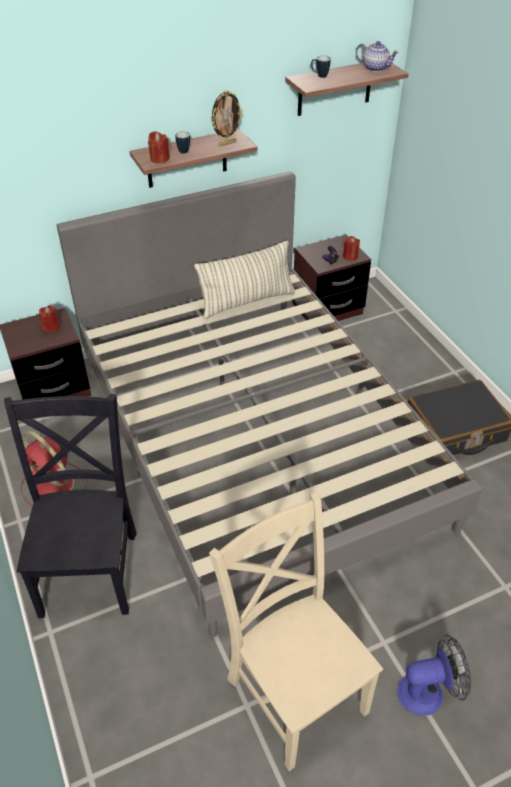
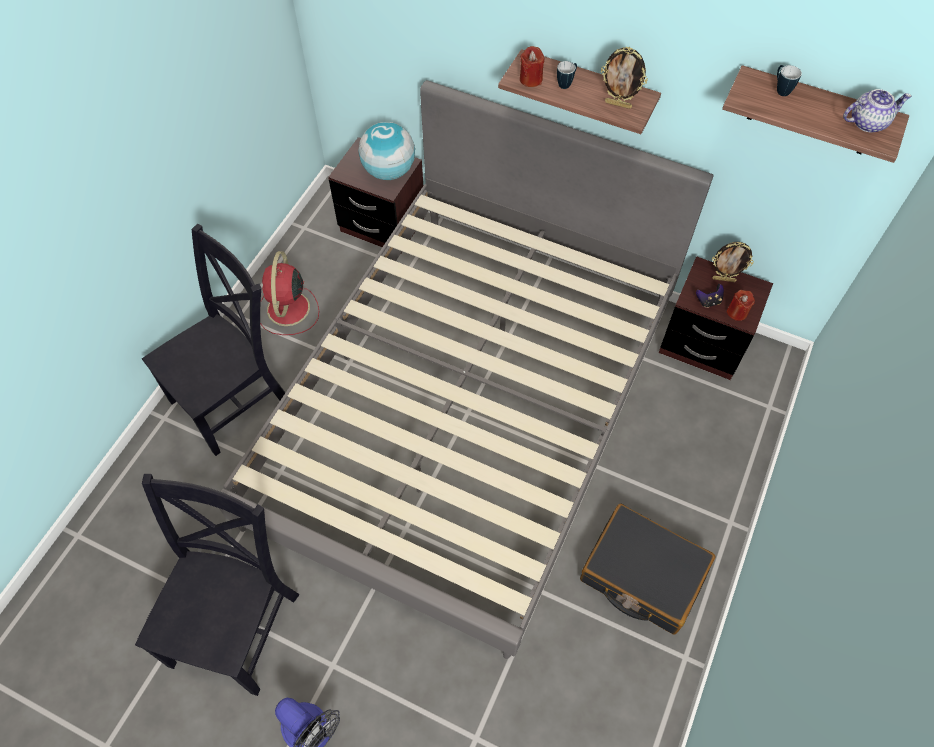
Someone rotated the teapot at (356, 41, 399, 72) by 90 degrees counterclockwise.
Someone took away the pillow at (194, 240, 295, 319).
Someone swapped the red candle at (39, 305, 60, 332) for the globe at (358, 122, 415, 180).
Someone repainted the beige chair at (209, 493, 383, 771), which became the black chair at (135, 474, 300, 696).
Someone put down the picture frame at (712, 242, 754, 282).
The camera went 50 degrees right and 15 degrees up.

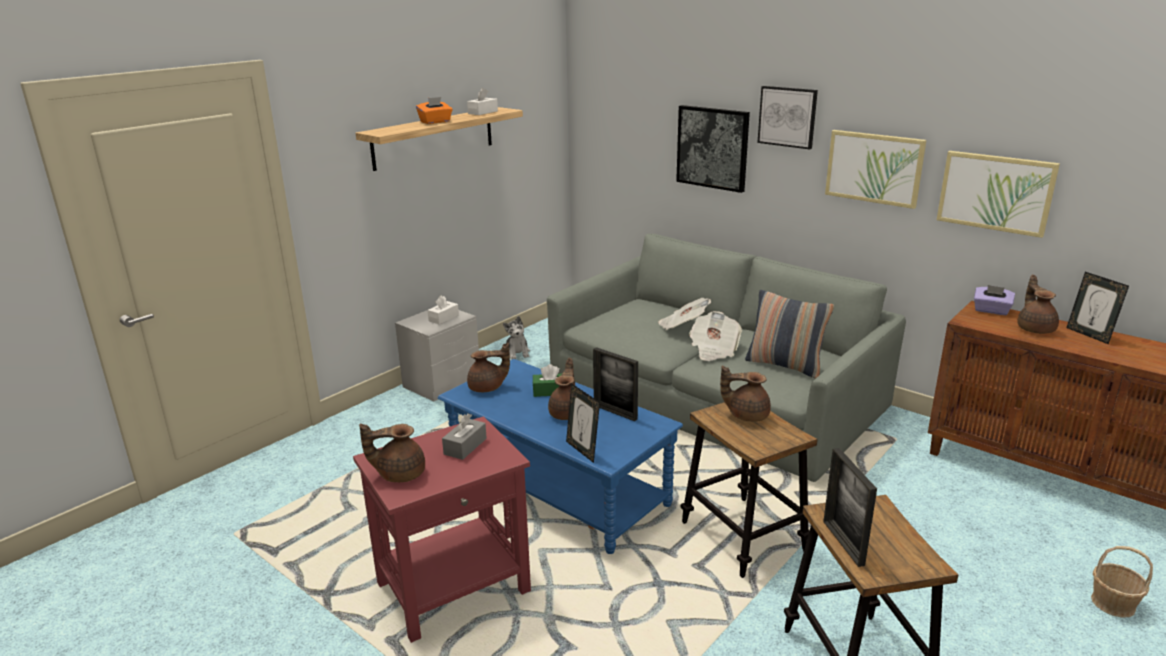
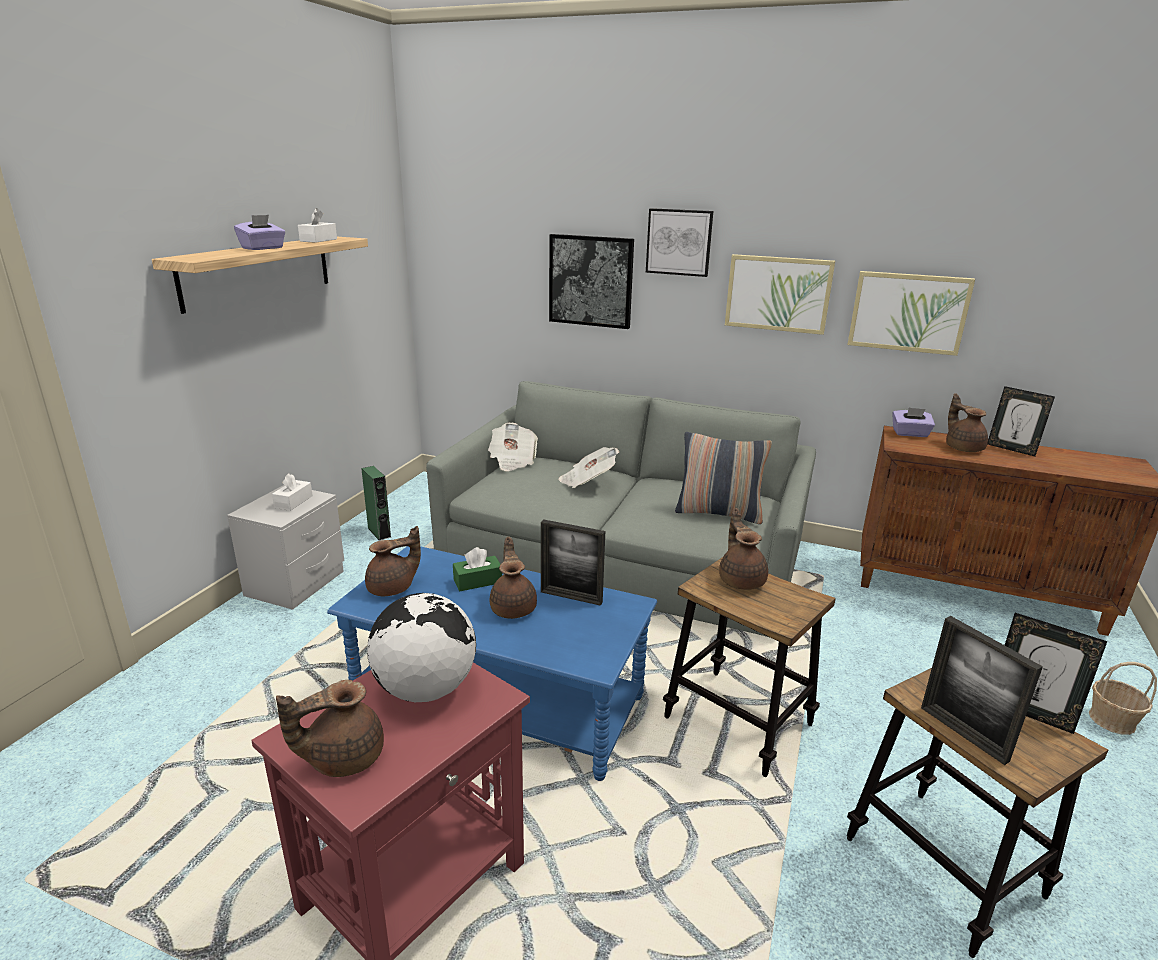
Someone repainted the orange tissue box at (416, 97, 452, 124), which became the purple tissue box at (234, 215, 285, 250).
Someone carried the newspaper from (689, 311, 742, 361) to (488, 423, 538, 471).
Someone swapped the plush toy at (503, 316, 530, 360) for the green speaker at (361, 466, 391, 541).
Someone rotated the brown teapot at (720, 365, 771, 422) by 90 degrees clockwise.
Someone carried the picture frame from (566, 383, 600, 463) to (1005, 613, 1107, 734).
Someone swapped the grey tissue box at (442, 413, 487, 460) for the globe at (367, 593, 476, 702).
The camera went 20 degrees left and 0 degrees up.

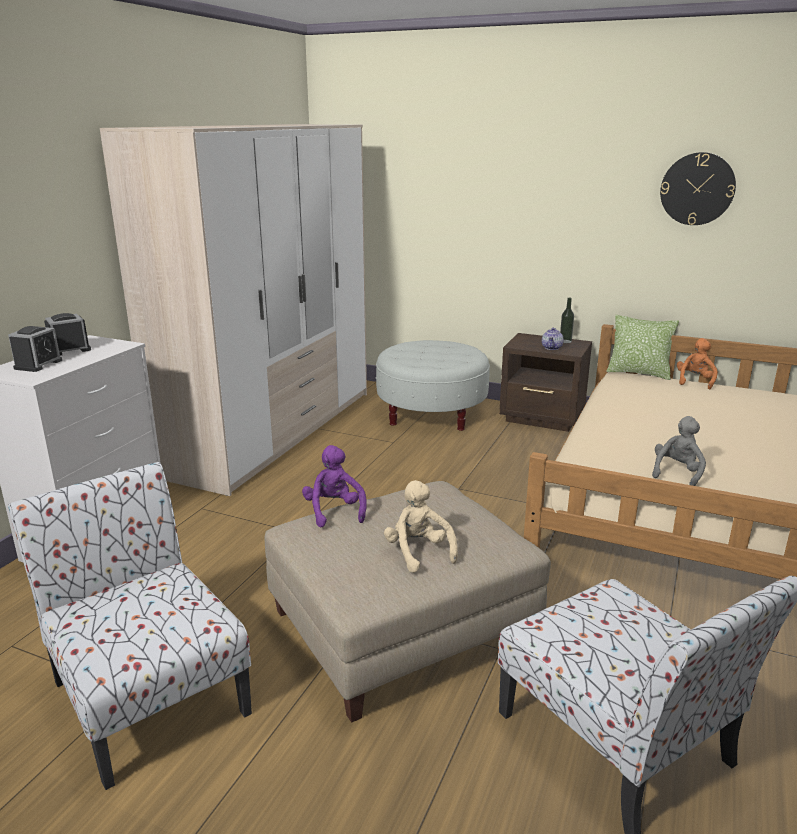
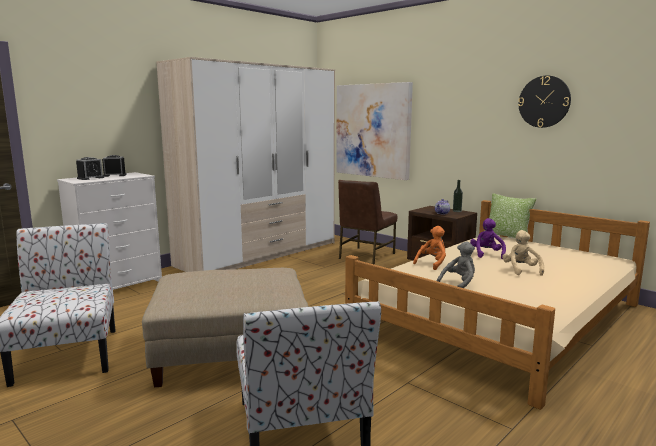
Someone carried the orange plush toy from (677, 338, 718, 390) to (413, 226, 446, 270).
Someone swapped the white ottoman at (376, 340, 490, 431) for the brown chair at (338, 180, 397, 264).
Someone carried the purple plush toy from (302, 445, 367, 527) to (470, 218, 506, 259).
Someone carried the beige plush toy from (384, 480, 458, 573) to (502, 230, 544, 276).
Someone put up the picture at (336, 82, 413, 180).
The camera went 20 degrees right and 10 degrees down.

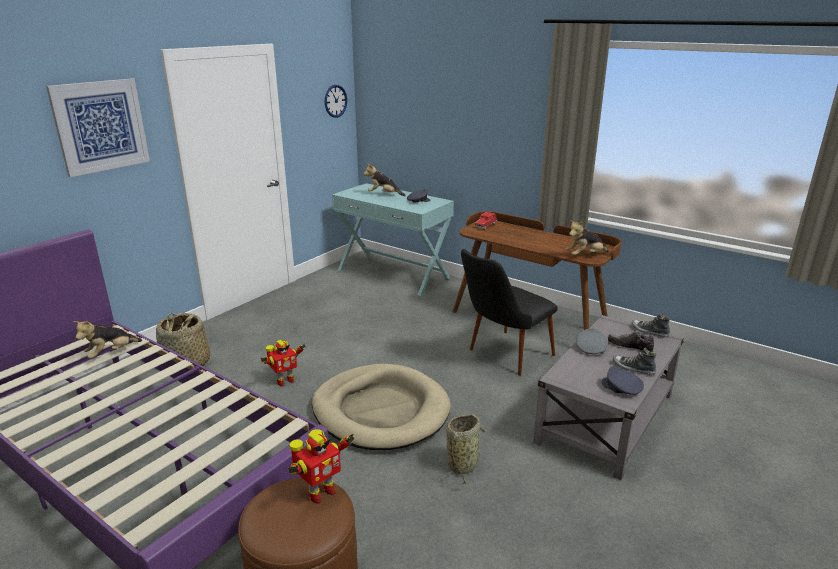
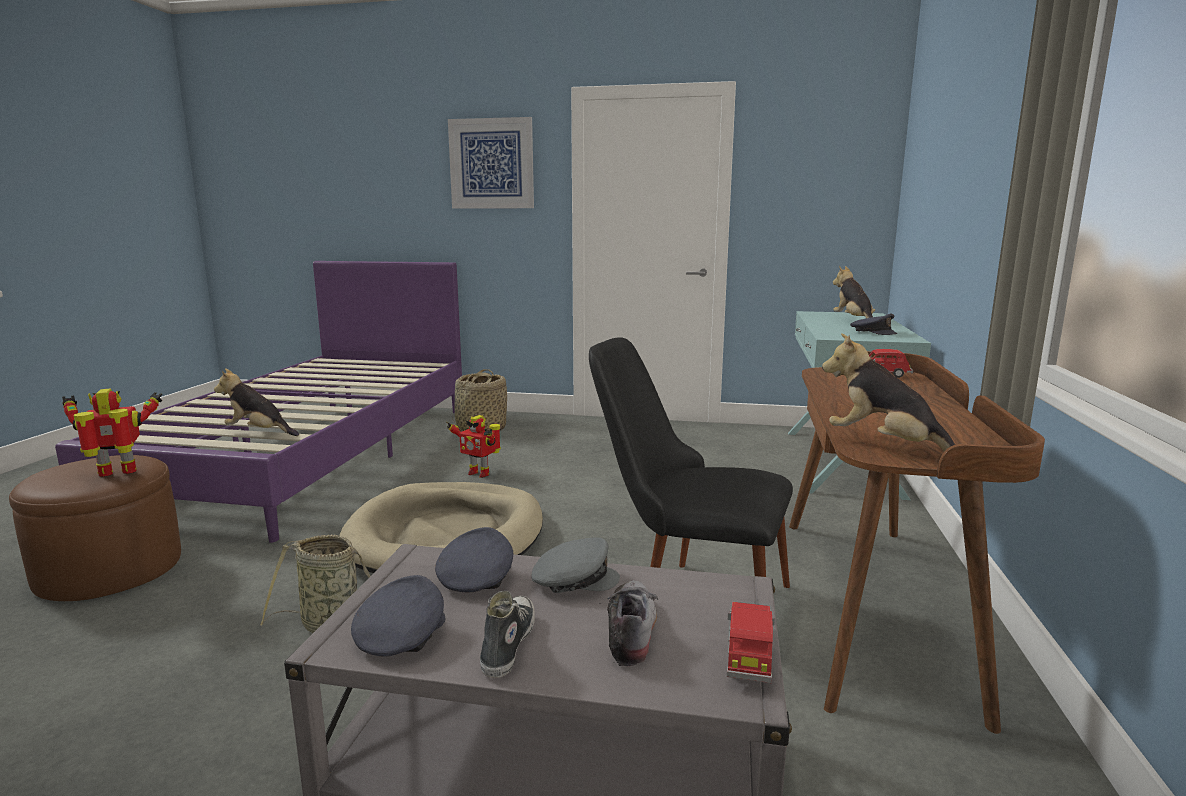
Someone took away the wall clock at (325, 85, 347, 118).
Someone swapped the shoe at (631, 313, 670, 338) for the red toy car at (727, 602, 775, 683).
Someone carried the plush toy from (73, 321, 142, 359) to (214, 368, 299, 436).
Someone rotated the toy robot at (288, 429, 355, 504) by 135 degrees clockwise.
Someone put down the grey cap at (435, 527, 513, 592).
The camera went 65 degrees right and 10 degrees down.

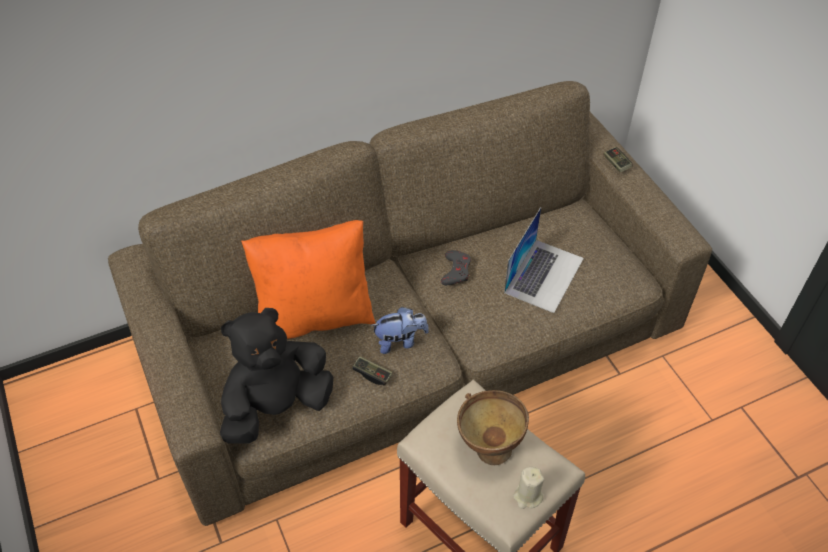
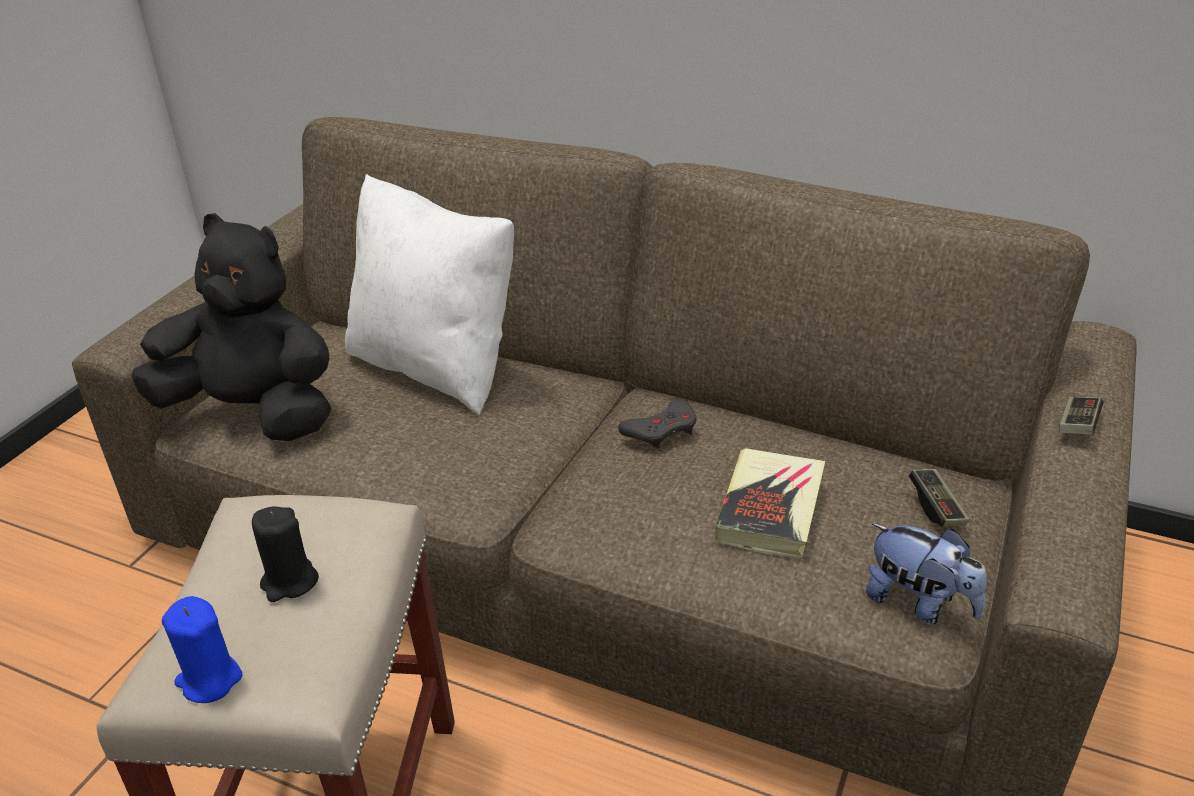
Someone swapped the laptop at (504, 207, 584, 313) for the book at (715, 448, 825, 558).
Someone repainted the orange pillow at (241, 220, 376, 339), which became the white pillow at (345, 174, 514, 415).
Someone carried the plush toy from (370, 307, 429, 354) to (866, 524, 987, 624).
Someone carried the game controller from (352, 356, 392, 385) to (909, 469, 970, 527).
Someone swapped the brown bowl at (457, 390, 529, 465) for the black candle at (252, 507, 319, 602).
Someone repainted the beige candle at (513, 467, 544, 509), which became the blue candle at (162, 596, 242, 703).
The camera went 50 degrees right and 15 degrees down.

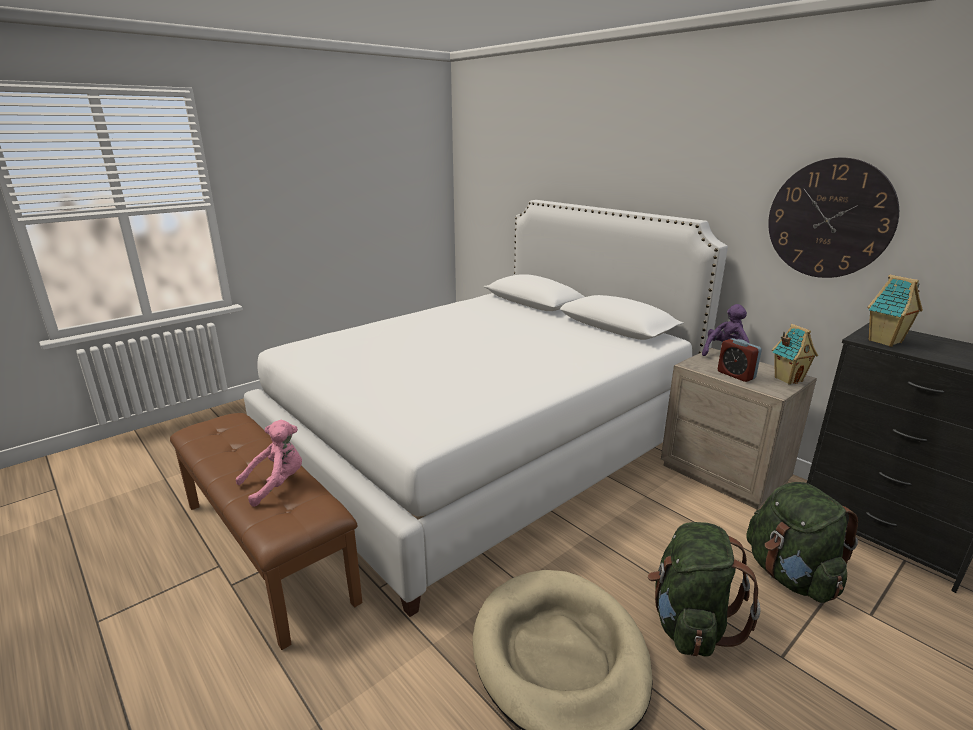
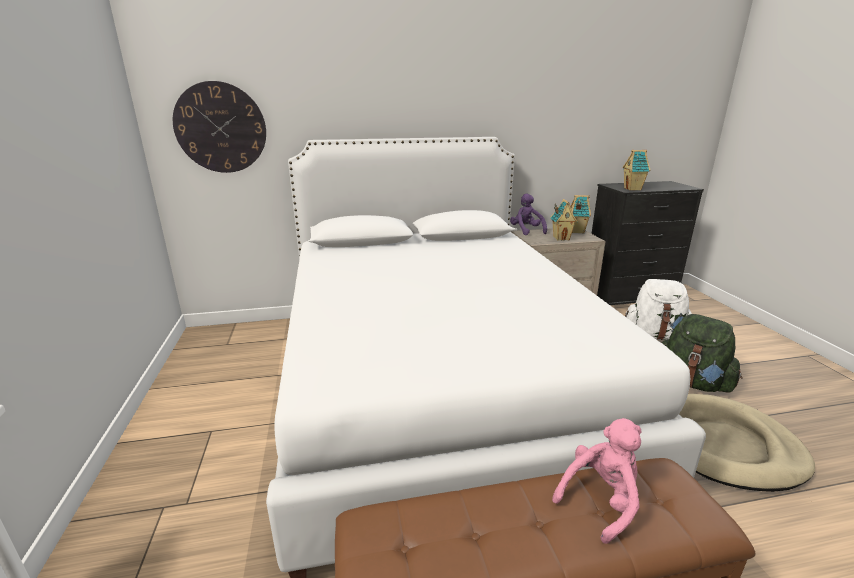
Someone carried the wall clock from (768, 157, 899, 278) to (173, 81, 266, 173).
Someone swapped the alarm clock at (718, 338, 762, 382) for the toy house at (550, 199, 577, 241).
Someone rotated the pink plush toy at (236, 420, 302, 507) by 60 degrees clockwise.
Someone repainted the green backpack at (746, 482, 858, 603), which became the white backpack at (625, 279, 692, 340).
The camera went 60 degrees left and 0 degrees up.

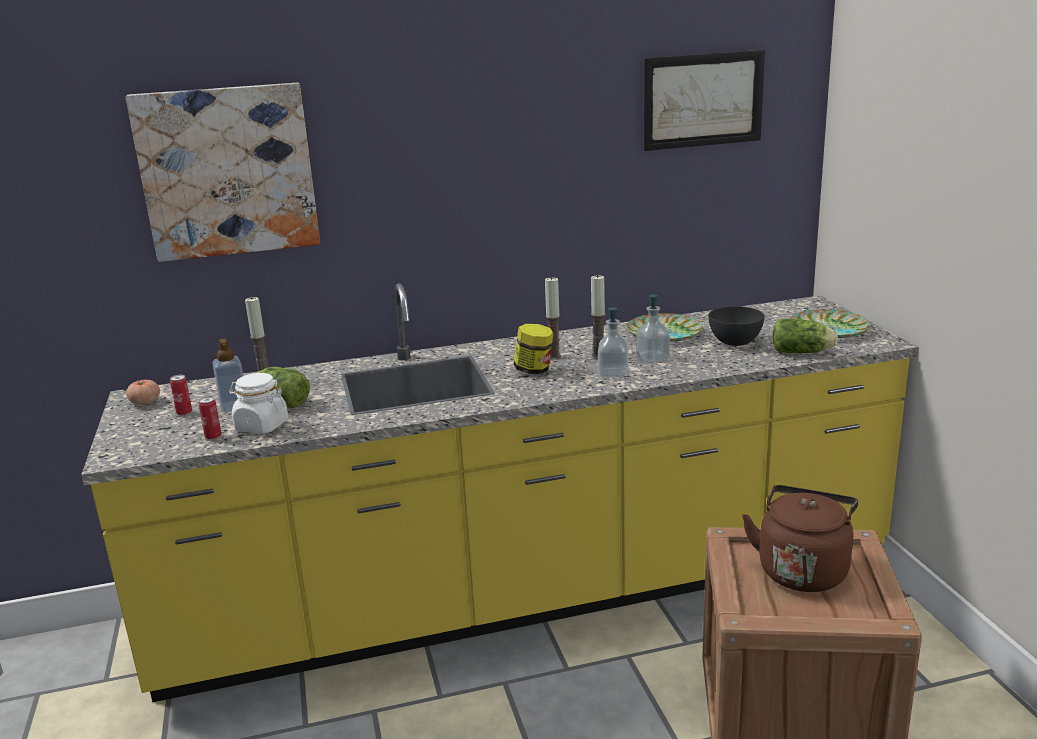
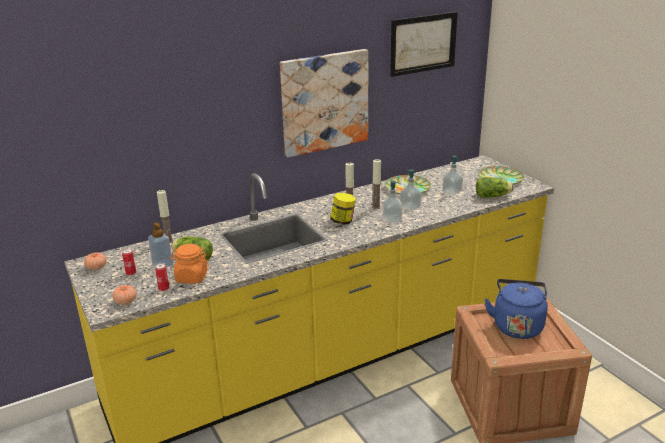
Someone carried the picture from (126, 83, 320, 262) to (280, 49, 369, 157).
Someone swapped the grey bowl at (708, 306, 765, 346) for the soap dispenser at (442, 155, 463, 195).
Someone repainted the white jar at (229, 373, 288, 434), which became the orange jar at (170, 244, 209, 284).
Someone repainted the brown kettle at (742, 485, 858, 592), which became the blue kettle at (484, 279, 548, 339).
Someone put down the tomato at (112, 285, 137, 305).
The camera went 15 degrees left and 5 degrees up.

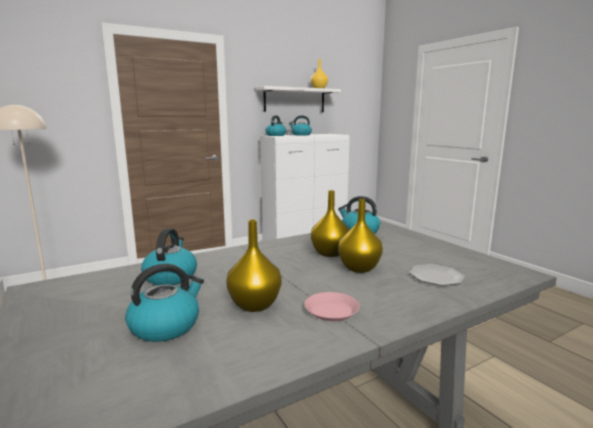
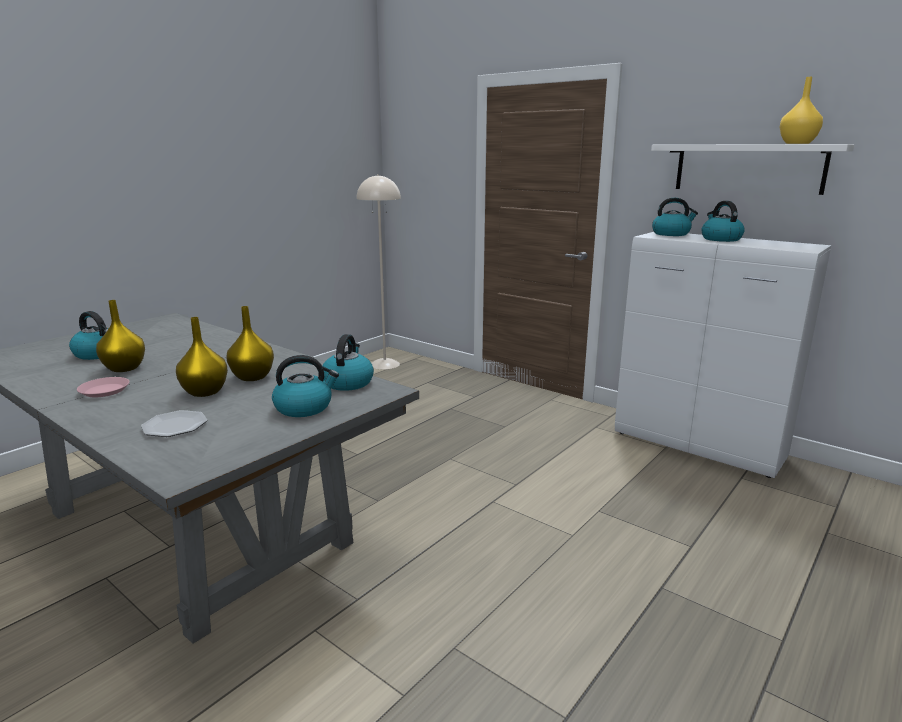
Someone carried the kettle from (141, 228, 197, 285) to (272, 355, 339, 417).
The camera went 70 degrees right and 5 degrees up.

